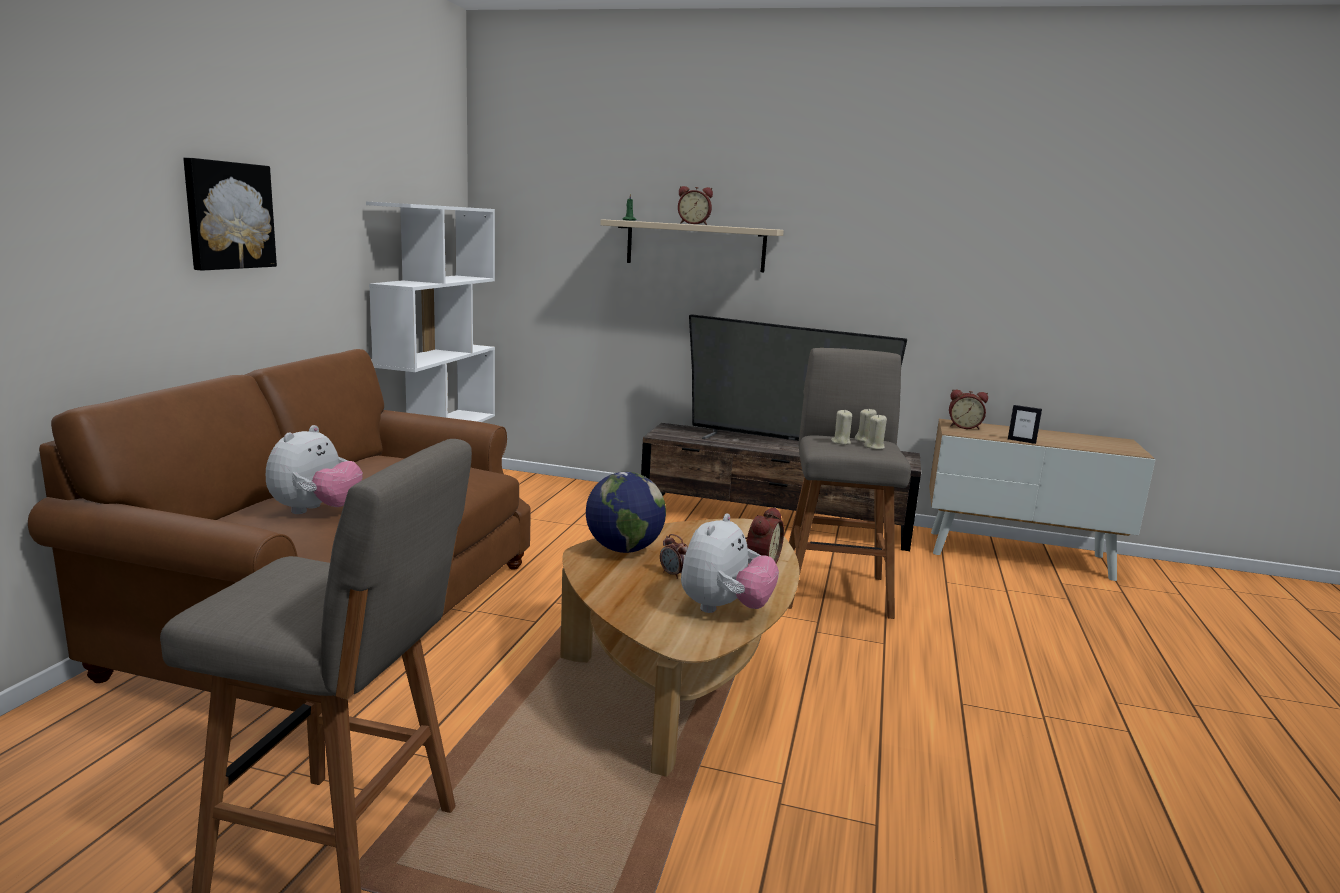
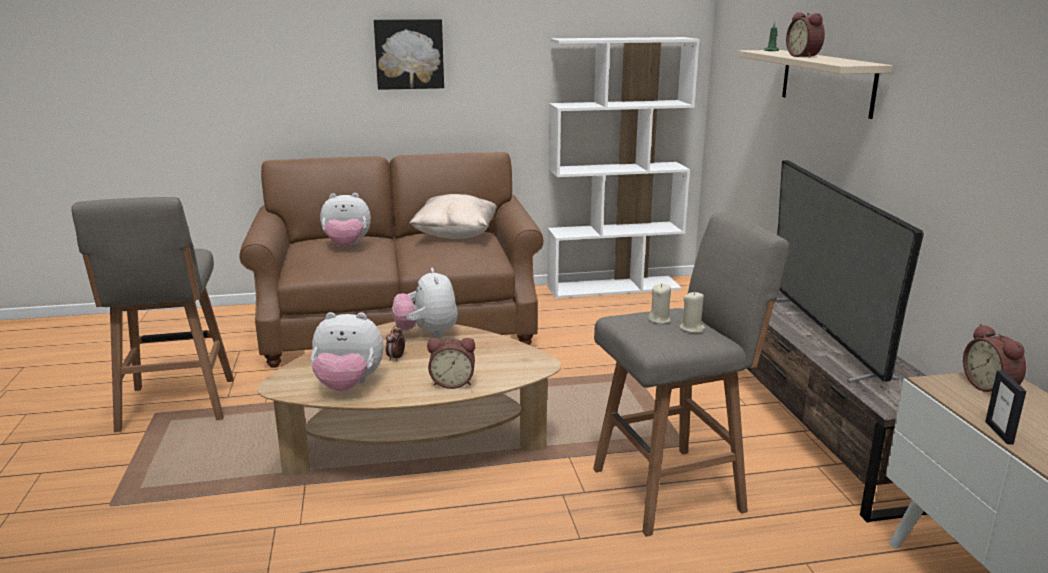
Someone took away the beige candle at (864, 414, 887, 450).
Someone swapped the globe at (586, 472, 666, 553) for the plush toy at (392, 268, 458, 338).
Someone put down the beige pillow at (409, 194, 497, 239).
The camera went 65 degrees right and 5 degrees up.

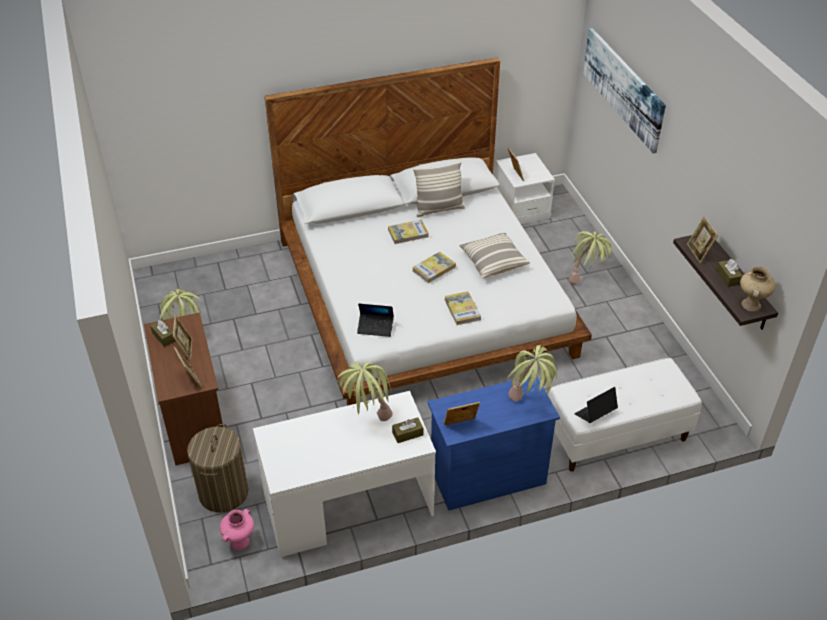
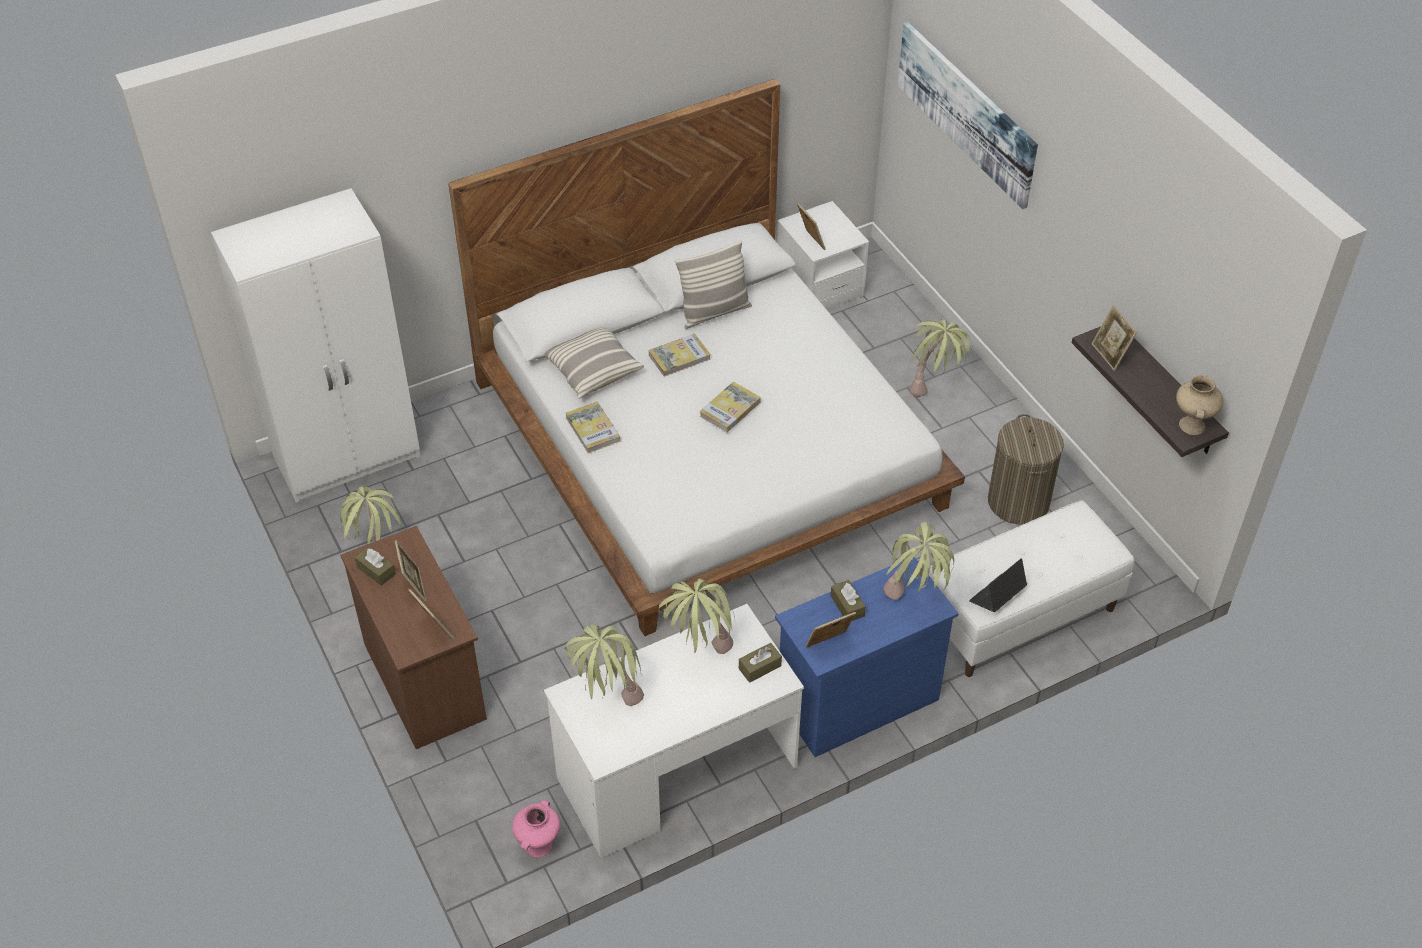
Someone carried the pillow from (459, 232, 530, 278) to (545, 327, 644, 398).
Someone carried the brown tissue box from (716, 259, 742, 287) to (831, 580, 866, 621).
Someone carried the book from (445, 291, 481, 325) to (565, 402, 620, 453).
Someone took away the laptop at (357, 304, 394, 337).
Someone carried the laundry basket from (187, 424, 248, 512) to (988, 414, 1064, 525).
Someone put down the white wardrobe at (211, 188, 420, 502).
Someone put down the potted plant at (565, 624, 644, 706).
The camera went 10 degrees left and 5 degrees up.

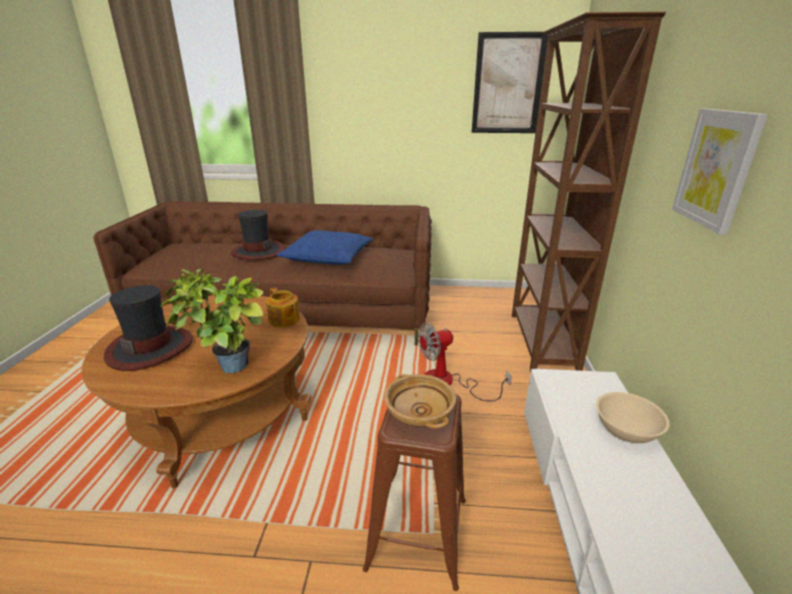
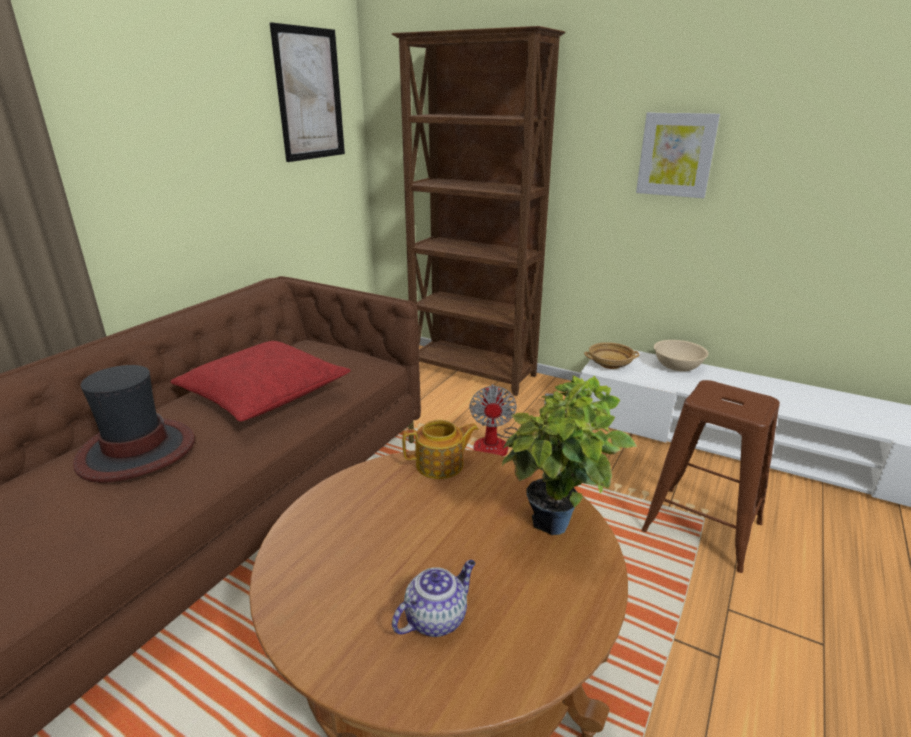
Someone repainted the blue pillow at (276, 230, 373, 265), which became the red pillow at (170, 341, 351, 421).
Someone swapped the hat at (104, 285, 193, 371) for the teapot at (392, 560, 475, 637).
Someone carried the beige bowl from (384, 374, 456, 428) to (584, 342, 639, 369).
The camera went 65 degrees left and 0 degrees up.

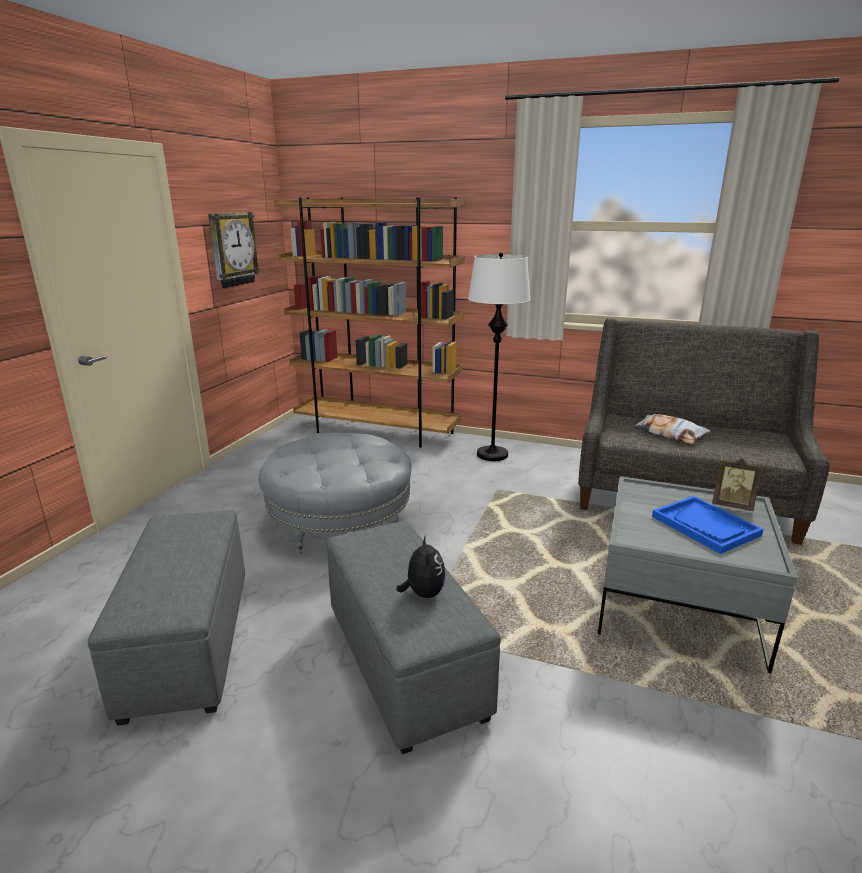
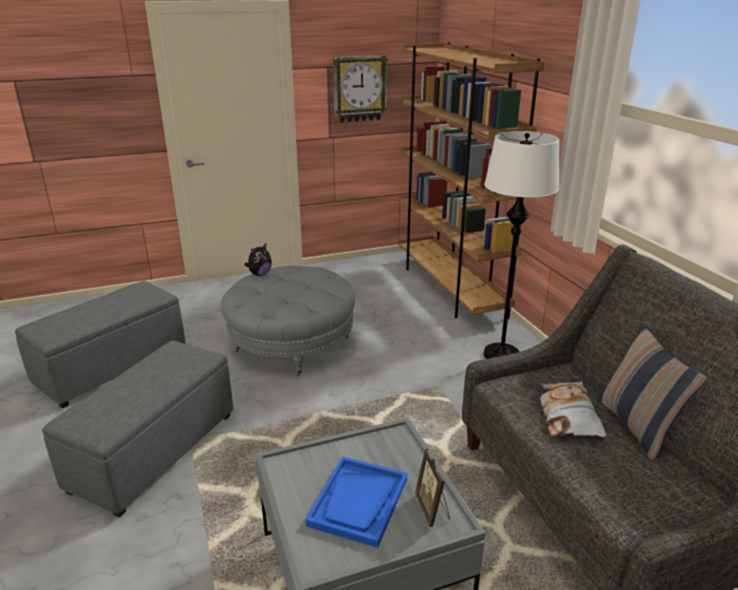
Someone carried the plush toy from (396, 535, 446, 598) to (245, 244, 272, 276).
Someone put down the pillow at (598, 324, 707, 461).
The camera went 50 degrees right and 5 degrees up.

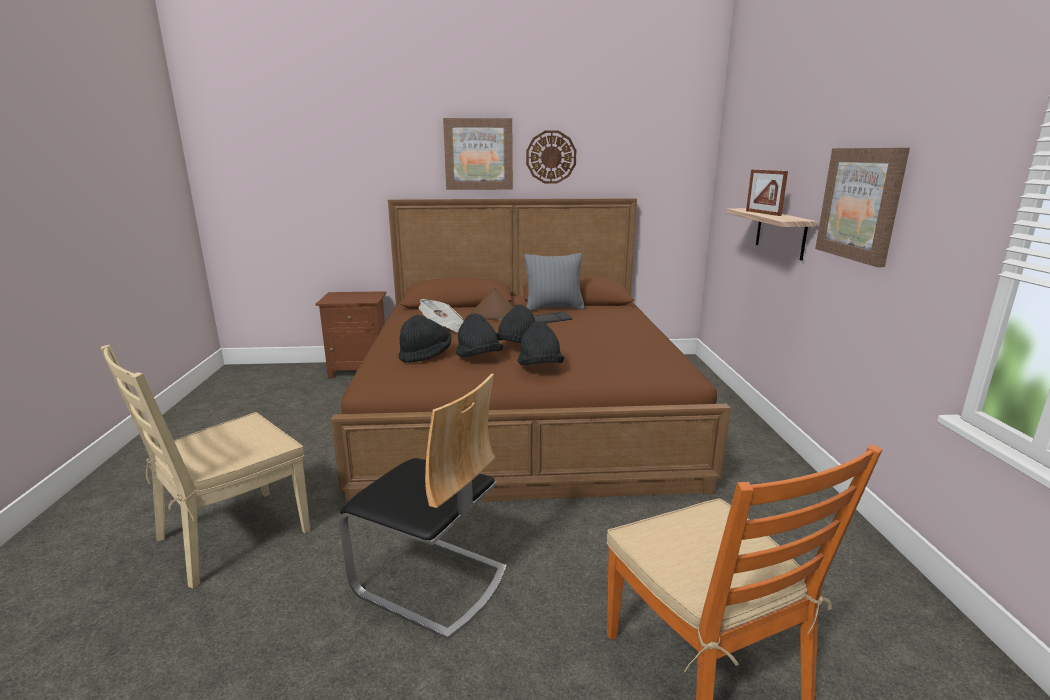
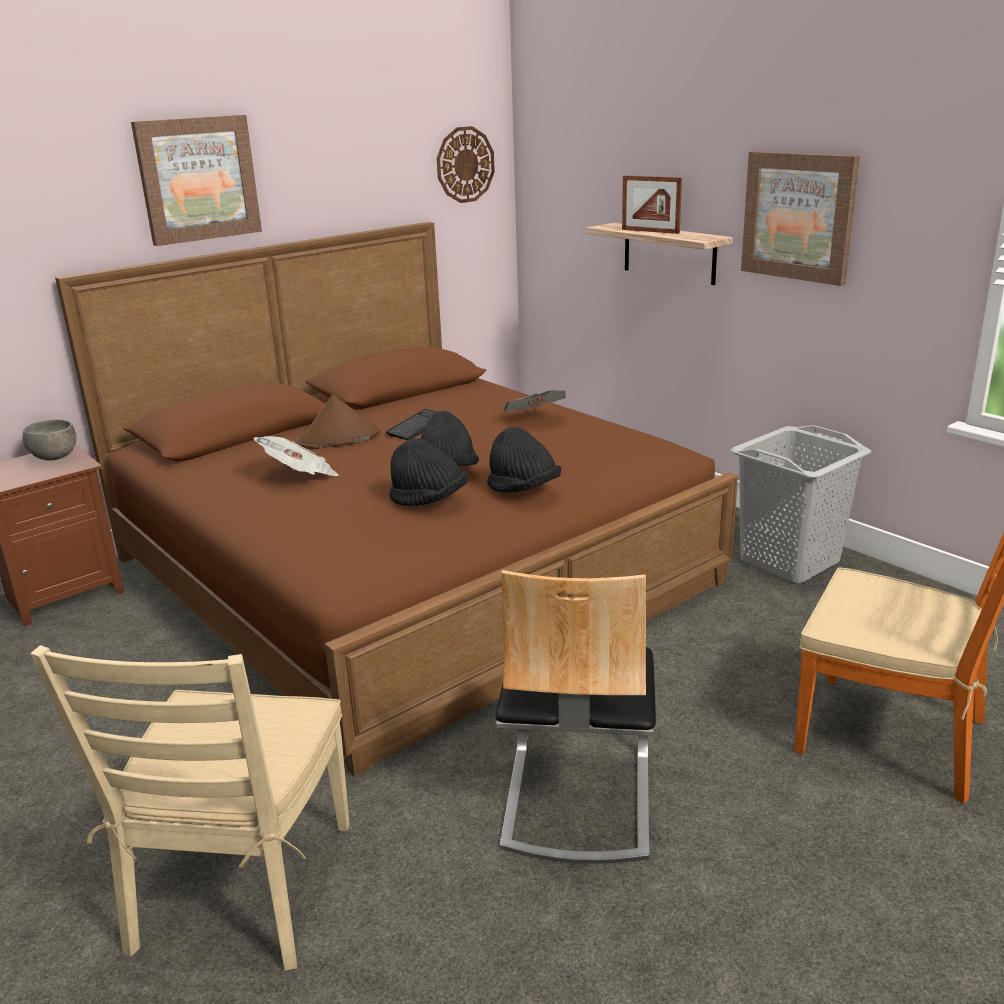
Someone carried the wall clock from (526, 131, 576, 184) to (437, 126, 495, 203).
Someone took away the grey pillow at (524, 253, 585, 310).
Someone took away the black hat at (399, 315, 451, 363).
Someone rotated the chair at (339, 373, 507, 639) by 105 degrees clockwise.
Someone put down the newspaper at (503, 390, 566, 411).
Someone put down the grey bowl at (22, 420, 76, 461).
Someone put down the grey laundry basket at (730, 425, 871, 583).
The camera went 35 degrees left and 5 degrees up.

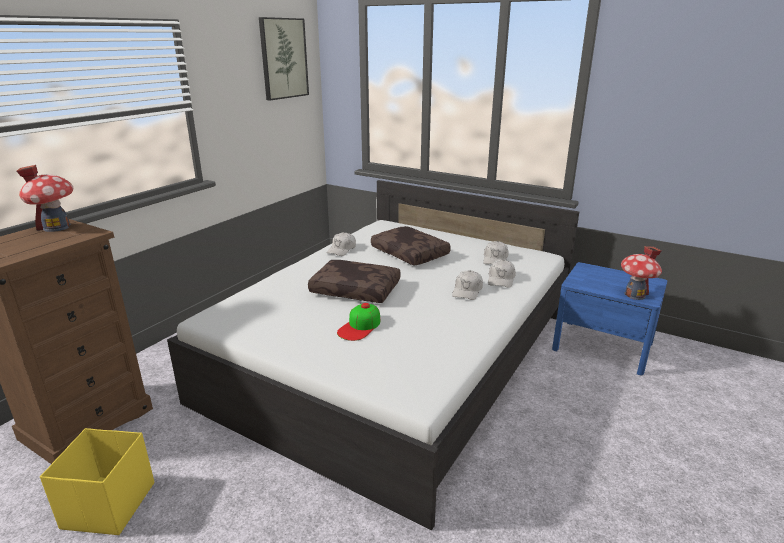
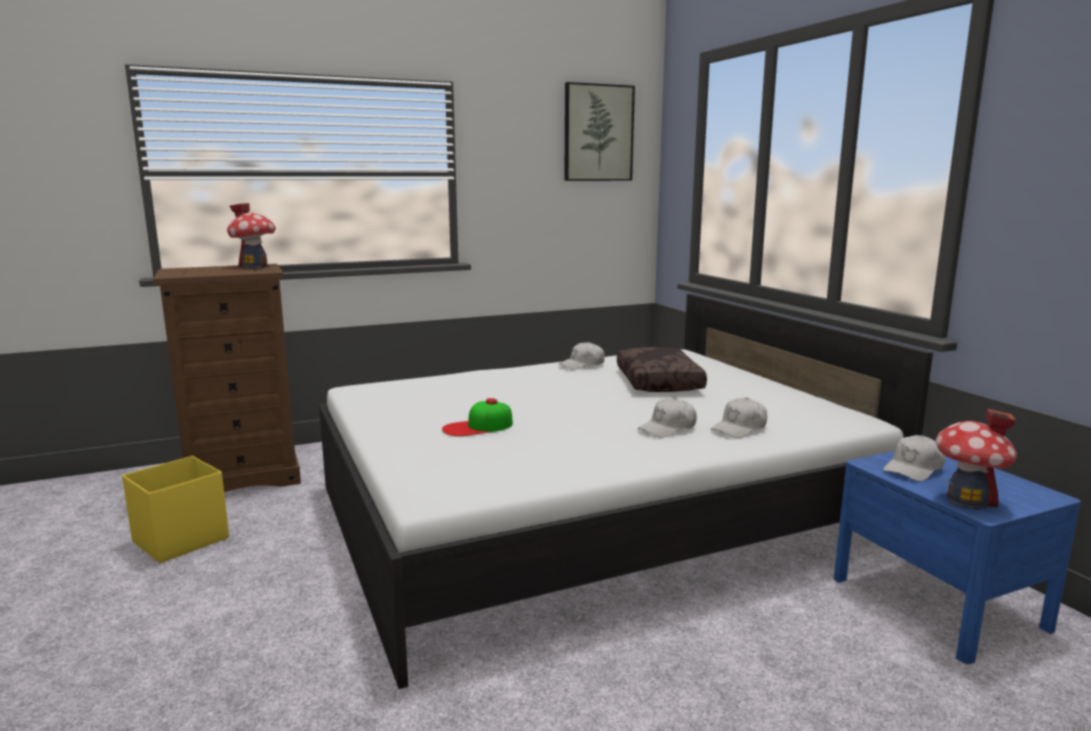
Someone carried the white cap from (483, 241, 509, 264) to (883, 435, 945, 481).
Someone took away the brown pillow at (308, 260, 401, 303).
The camera went 35 degrees right and 10 degrees down.

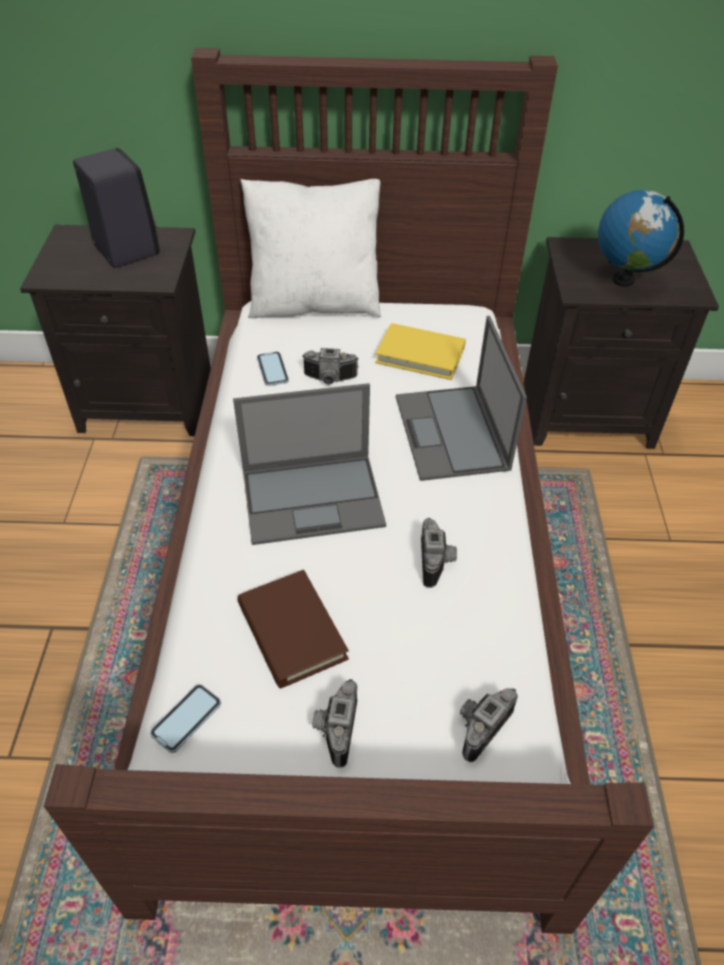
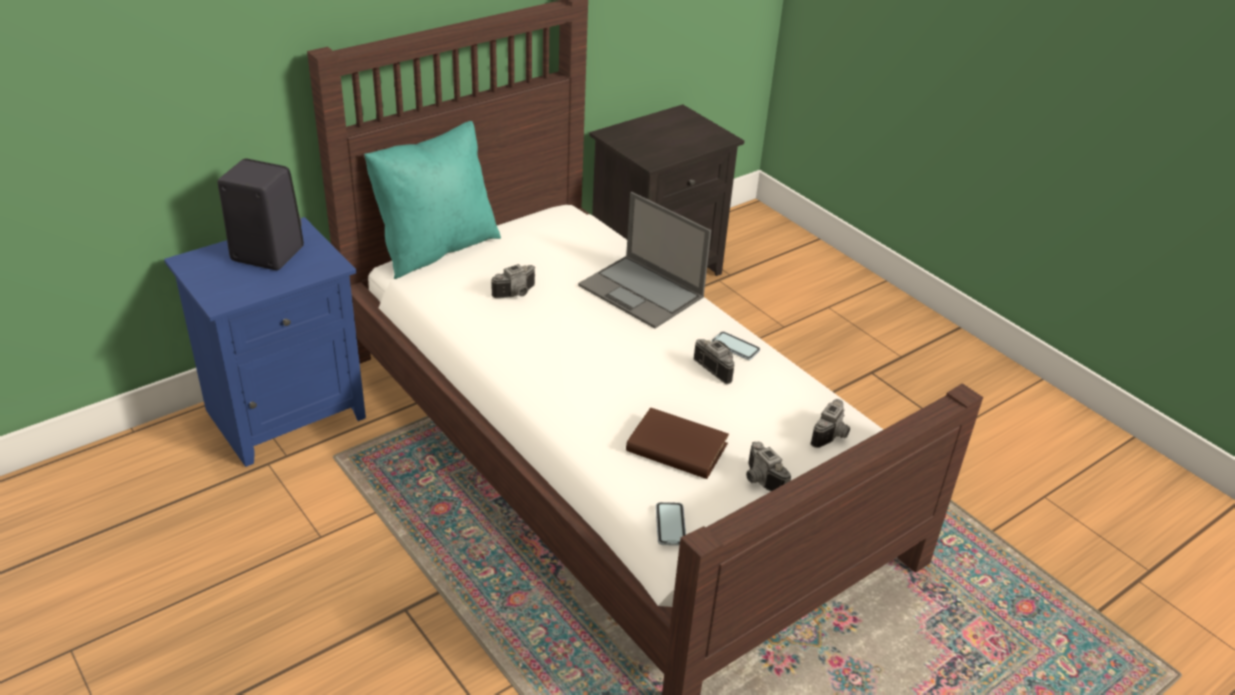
Someone repainted the white pillow at (241, 179, 381, 318), which became the turquoise pillow at (364, 121, 501, 279).
Someone took away the globe at (598, 190, 684, 287).
Someone repainted the black nightstand at (20, 225, 211, 436), which became the blue nightstand at (164, 217, 366, 467).
Someone took away the yellow book at (375, 323, 466, 380).
Someone carried the phone from (257, 352, 289, 386) to (712, 332, 760, 360).
Someone took away the laptop at (233, 383, 386, 545).
Someone rotated the photo camera at (460, 688, 518, 762) by 150 degrees counterclockwise.
The camera went 40 degrees left and 10 degrees down.

